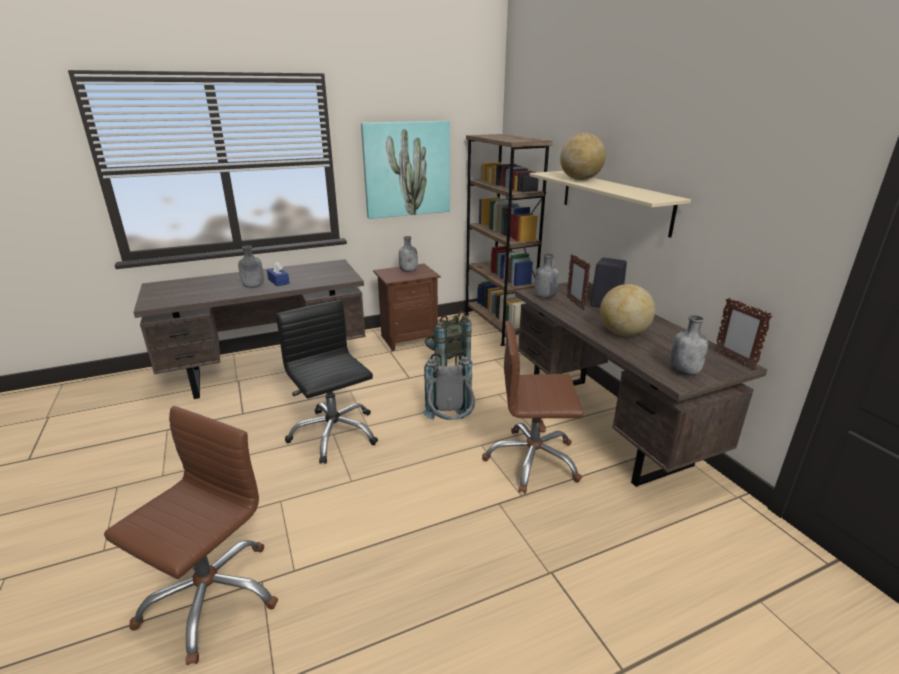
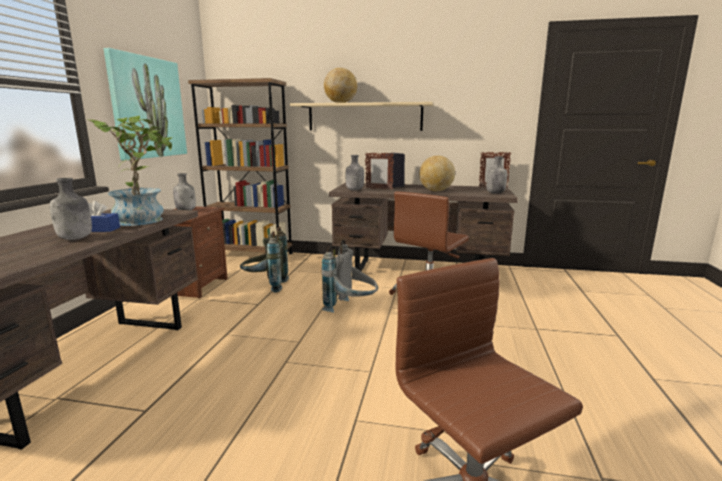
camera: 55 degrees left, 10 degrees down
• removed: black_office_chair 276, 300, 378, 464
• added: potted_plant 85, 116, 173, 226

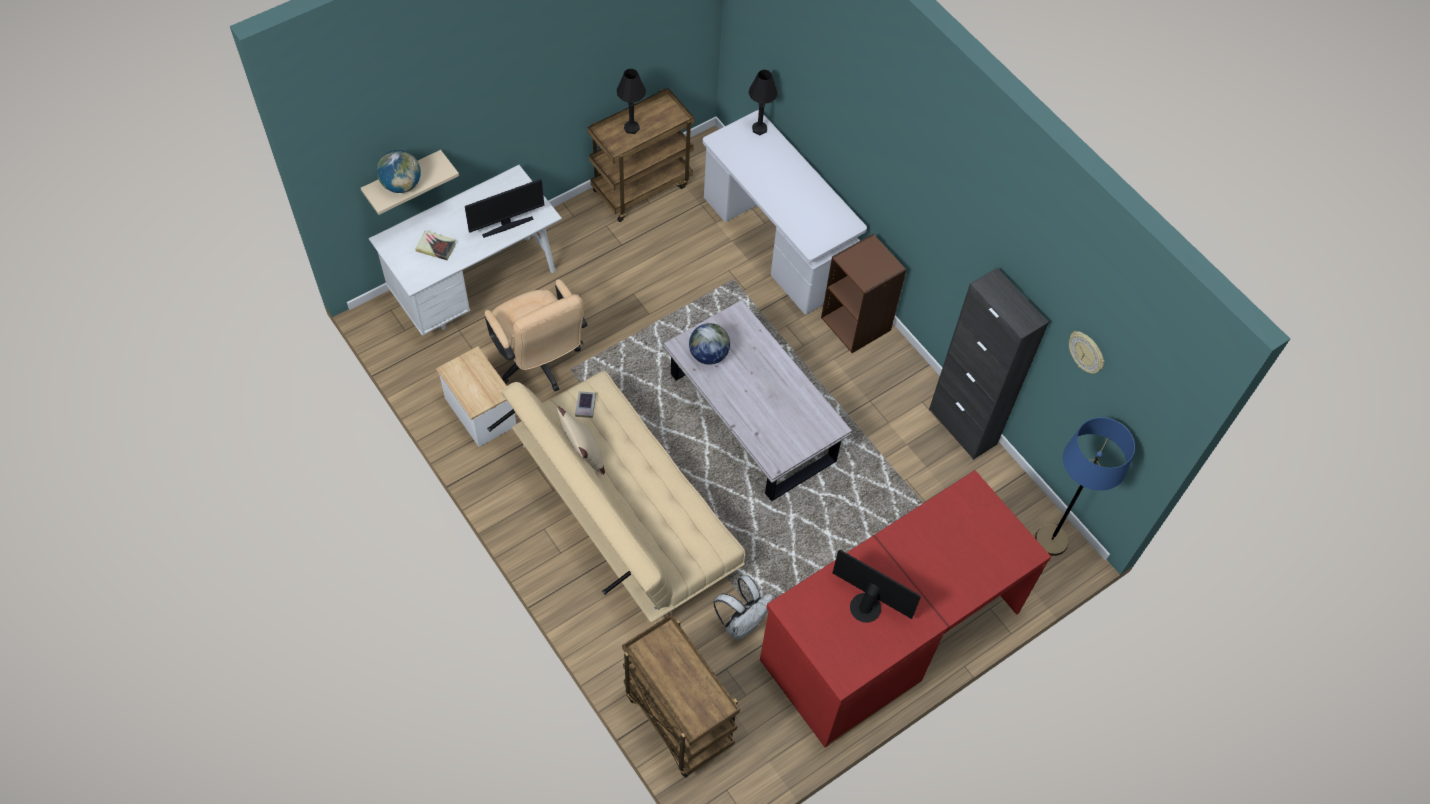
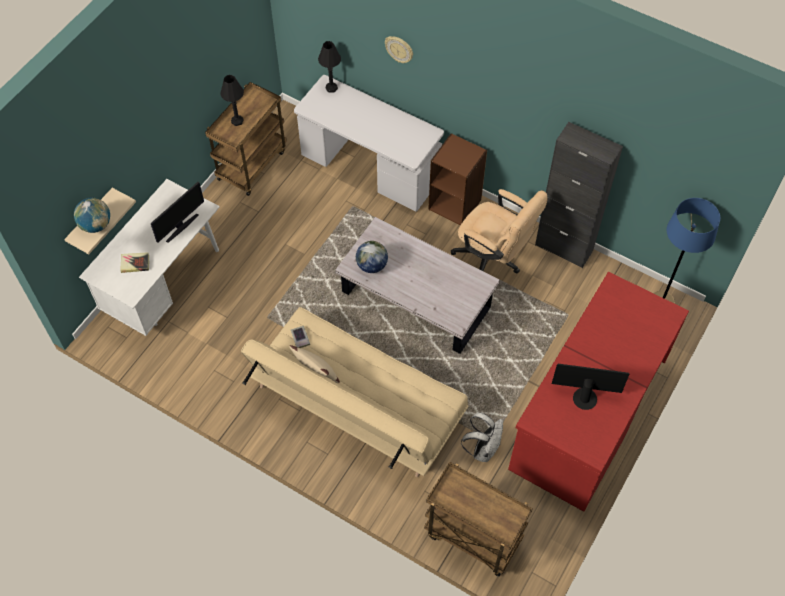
camera: 20 degrees left, 0 degrees up
• moved: beige_office_chair 484, 279, 587, 391 to 451, 189, 548, 274
• moved: wall_clock 1069, 331, 1105, 374 to 385, 36, 413, 63
• removed: side_table 436, 346, 516, 447

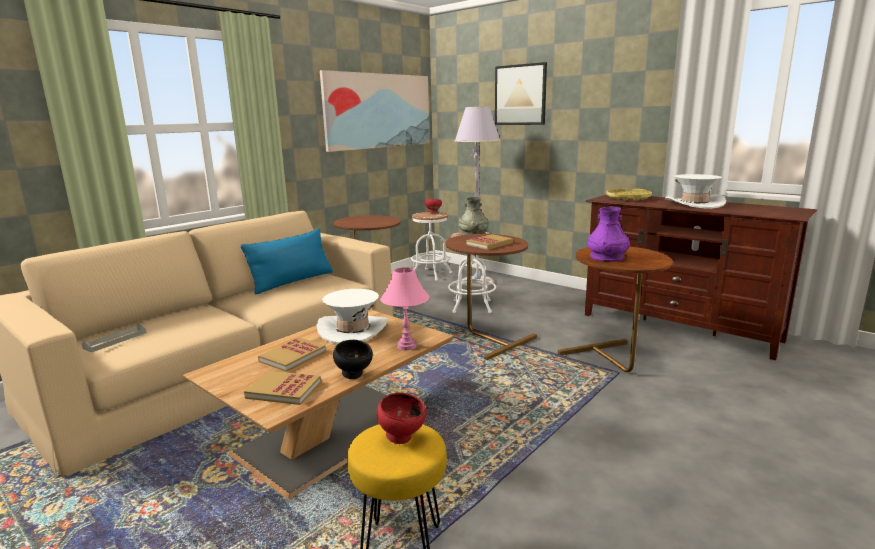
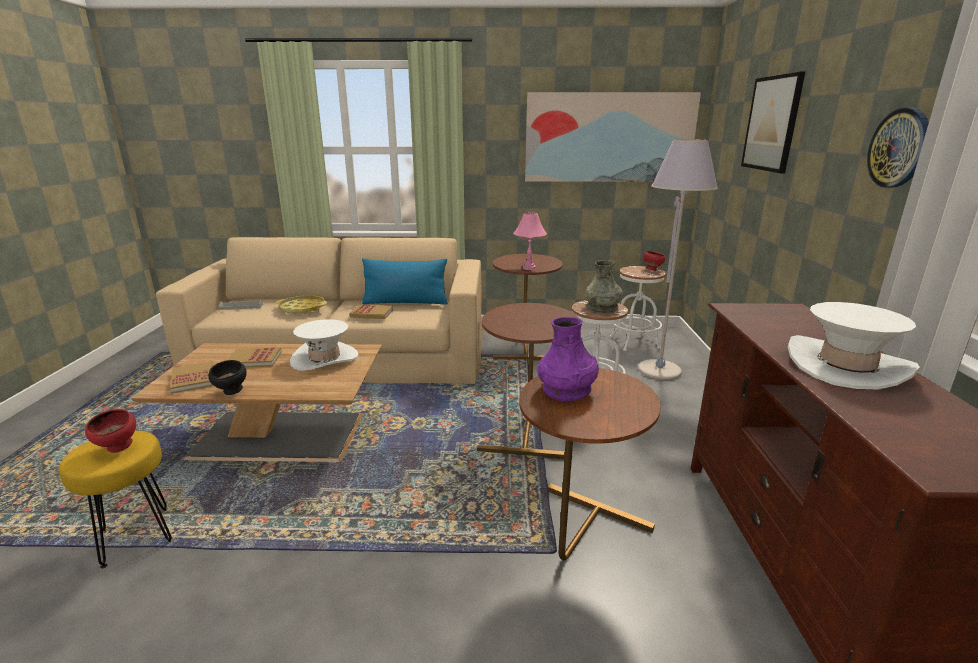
camera: 50 degrees right, 5 degrees up
• moved: yellow_tray 606, 189, 652, 201 to 276, 295, 327, 314
• moved: book 466, 234, 513, 250 to 349, 304, 393, 319
• moved: pink_table_lamp 380, 267, 430, 350 to 513, 213, 547, 270
• added: wall_clock 867, 108, 929, 188

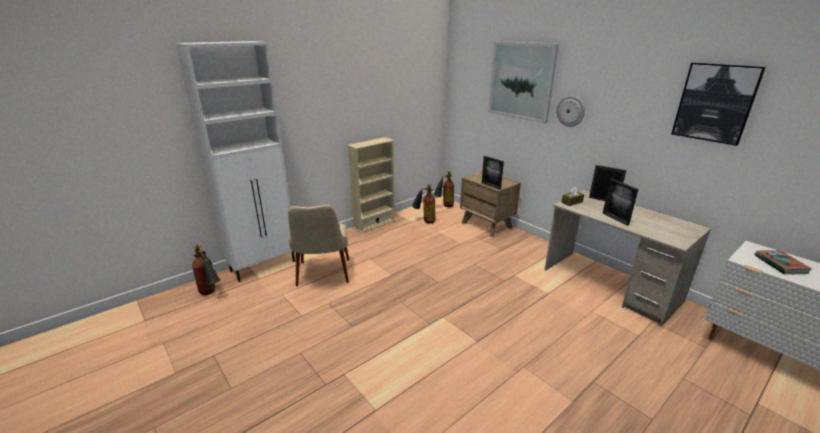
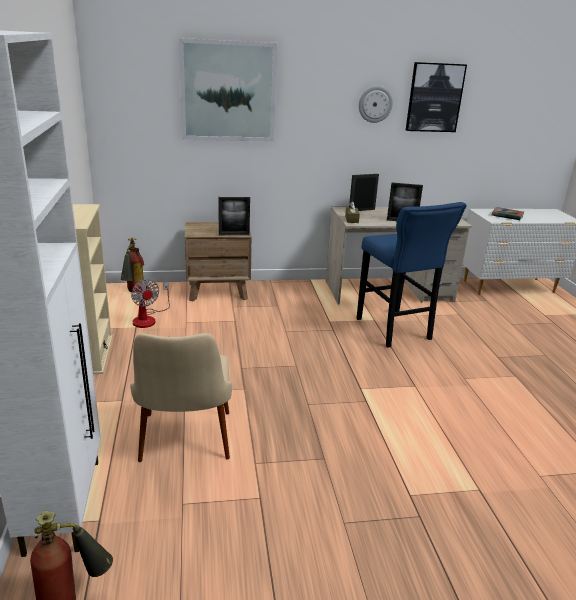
camera: 60 degrees left, 0 degrees up
• moved: wall_clock 557, 95, 585, 127 to 359, 86, 393, 123
• replaced: fire_extinguisher 412, 184, 435, 224 to fan 131, 279, 170, 328
• turned: beige_chair 288, 205, 349, 286 = 130, 333, 232, 462 60 degrees clockwise
• added: blue_stool 357, 202, 467, 347

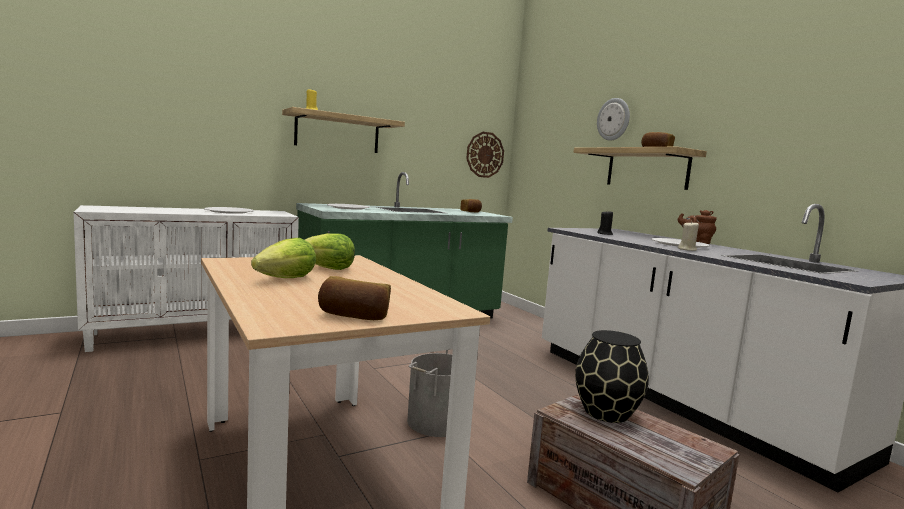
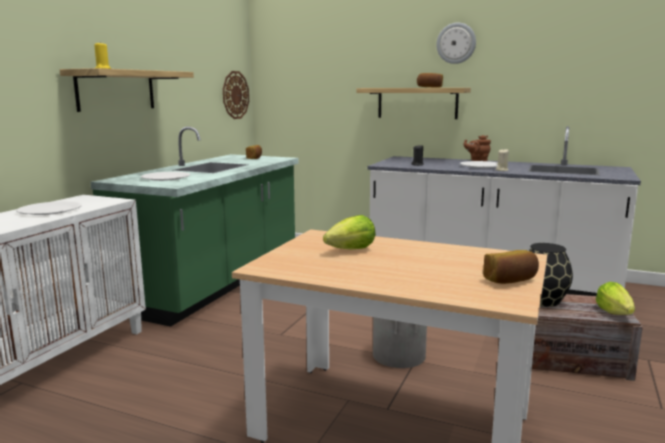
camera: 35 degrees left, 5 degrees up
• moved: wall_clock 597, 98, 630, 141 to 436, 22, 476, 64
• moved: lettuce 251, 238, 316, 278 to 596, 282, 635, 315

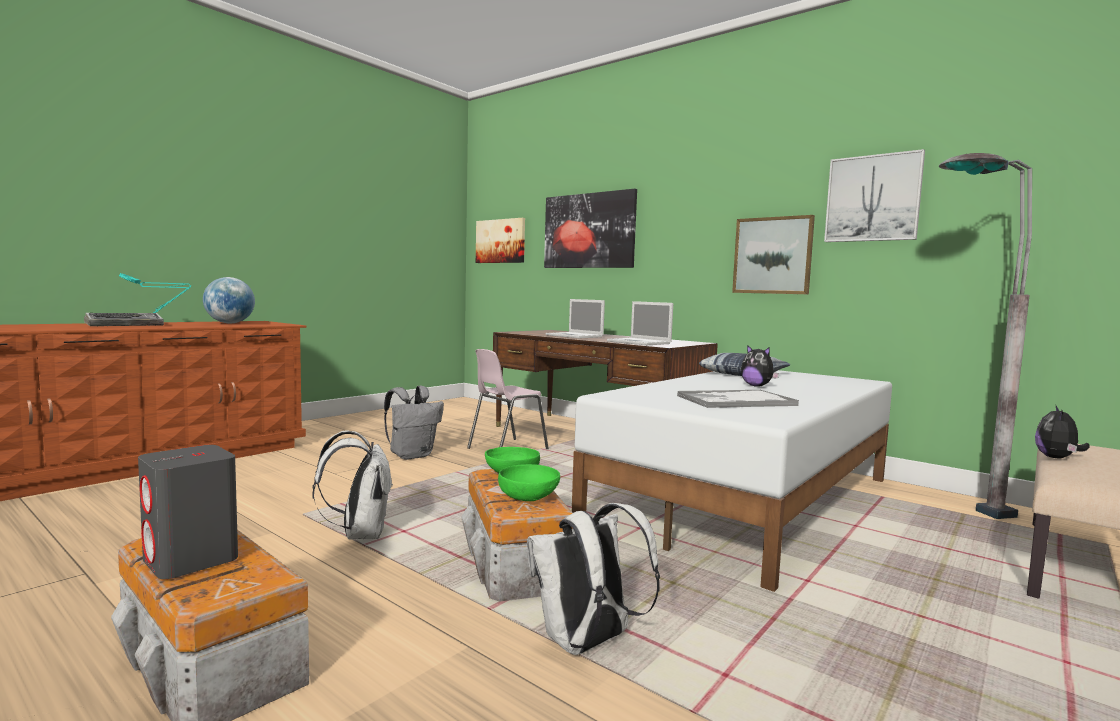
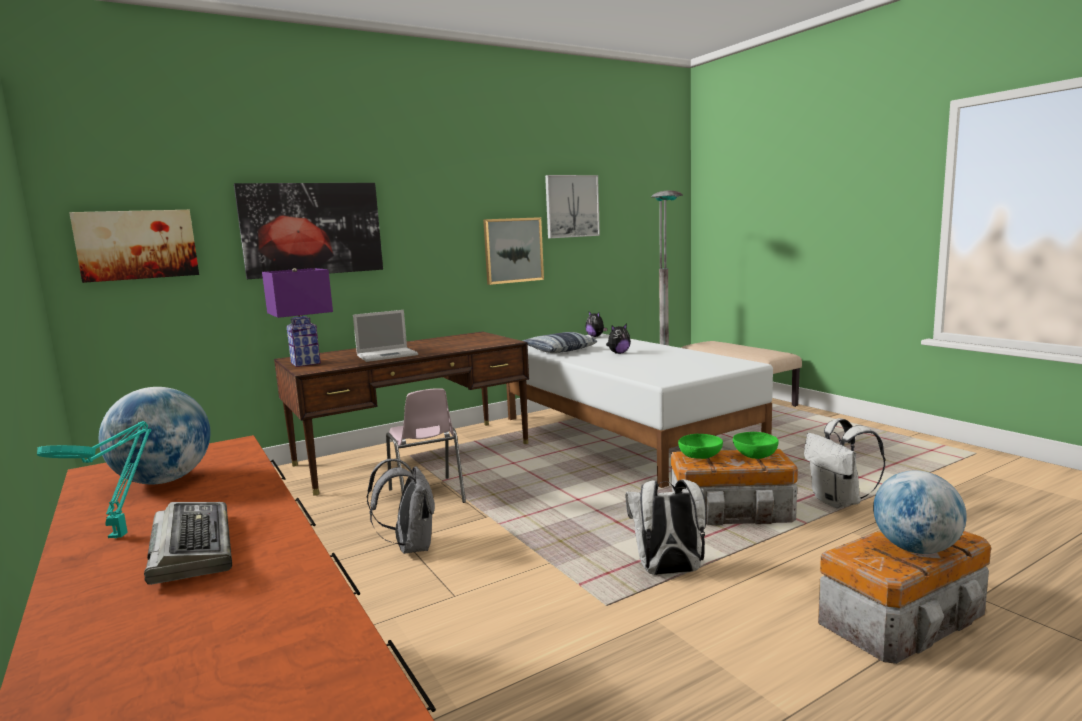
camera: 70 degrees left, 5 degrees up
• removed: laptop 607, 301, 673, 345
• removed: tray 677, 390, 799, 408
• moved: plush_toy 1035, 406, 1090, 458 to 585, 312, 607, 337
• replaced: grey_speaker 138, 445, 238, 579 to globe 873, 471, 967, 554
• added: purple_table_lamp 262, 268, 333, 367

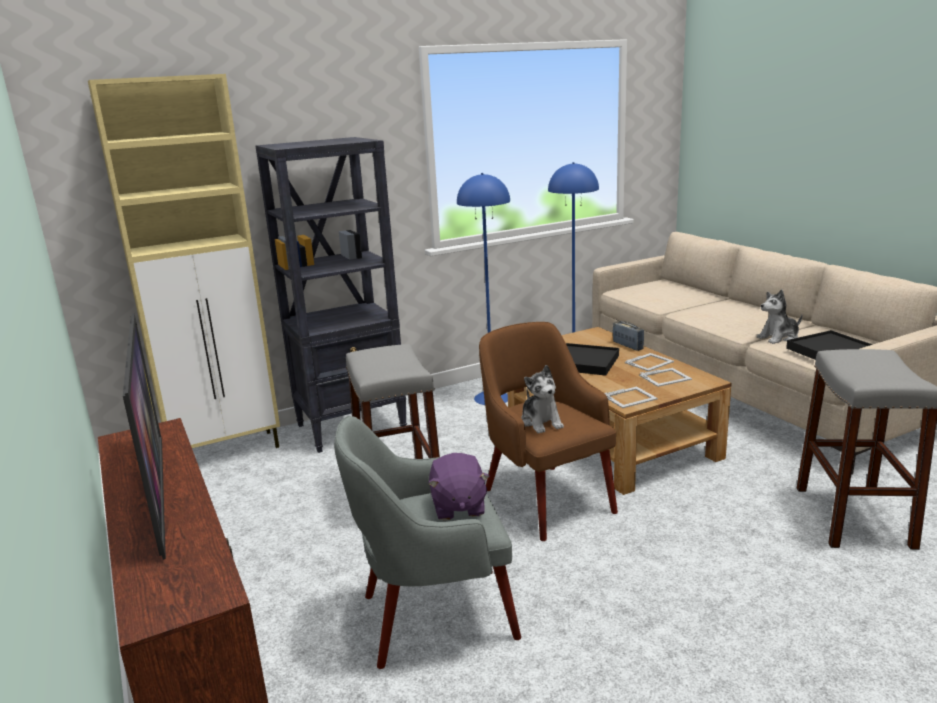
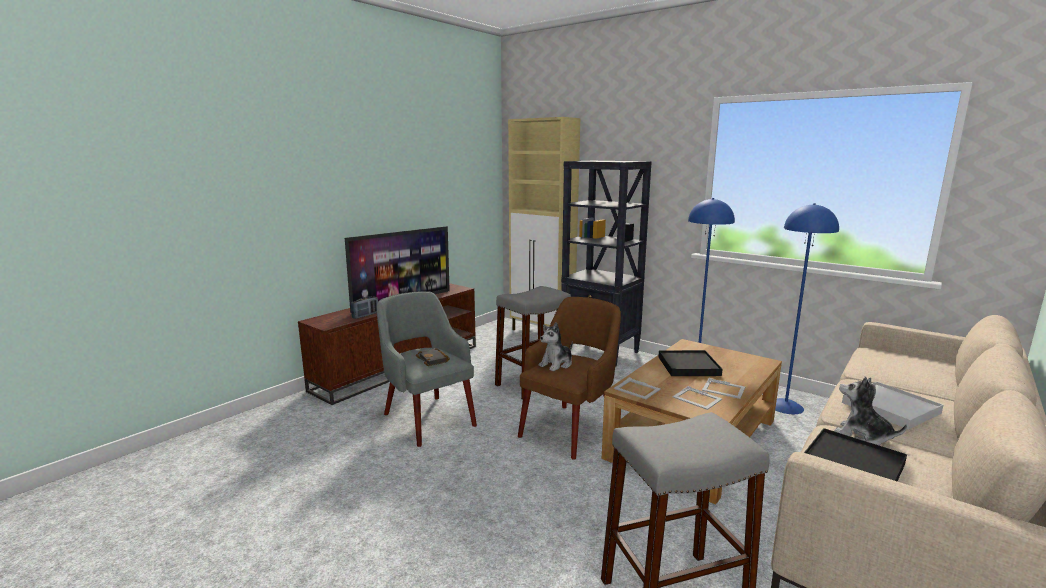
camera: 65 degrees right, 5 degrees down
• moved: radio 613, 321, 644, 351 to 351, 296, 378, 319
• replaced: purple_plush_toy 428, 453, 490, 520 to black_book 416, 348, 450, 366
• added: white_tray 842, 382, 943, 429

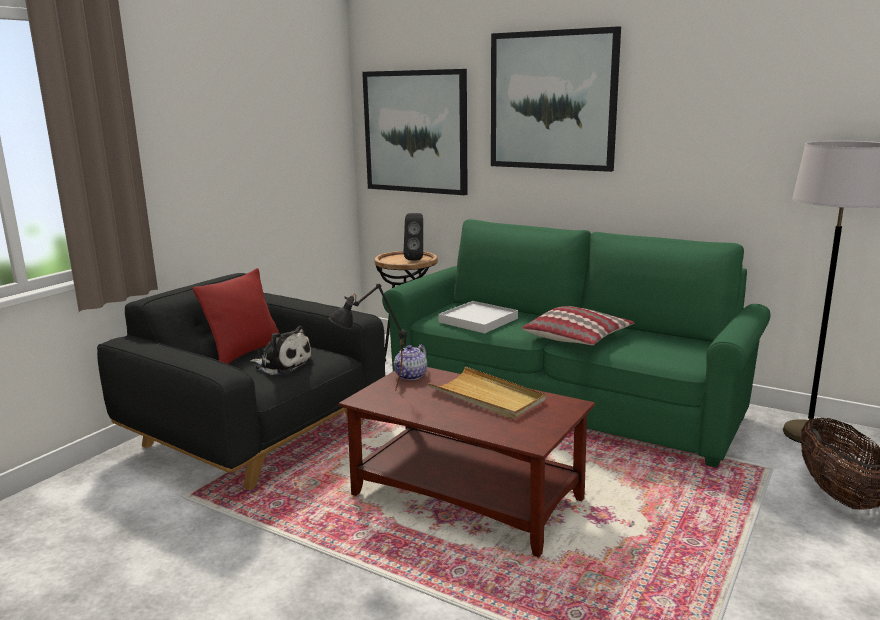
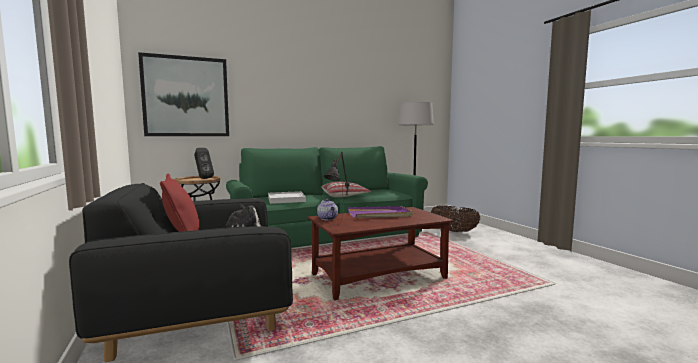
camera: 55 degrees left, 10 degrees down
• removed: picture 491, 26, 621, 172
• recoloured: beige_tray 428, 366, 546, 419 to purple_tray 348, 206, 413, 218

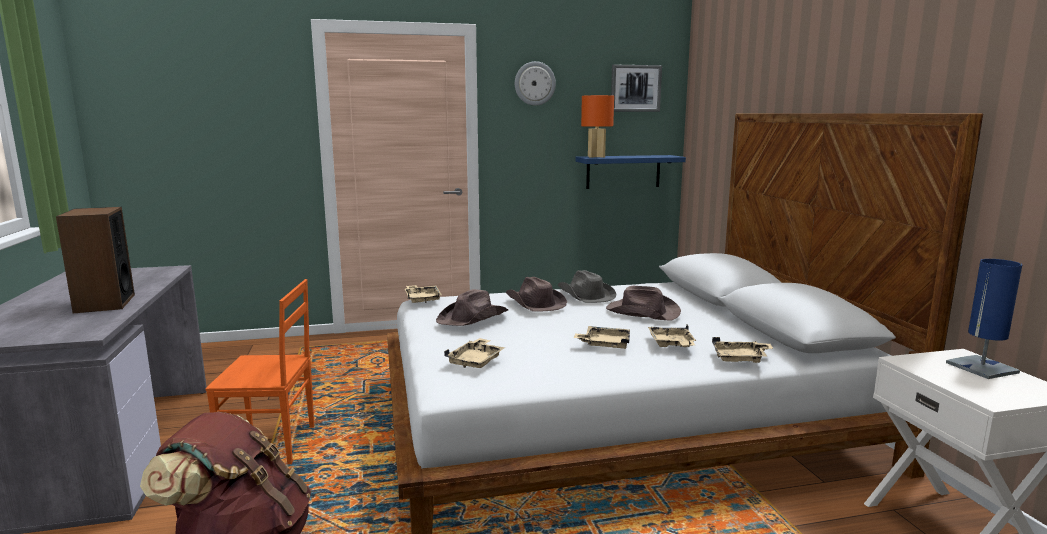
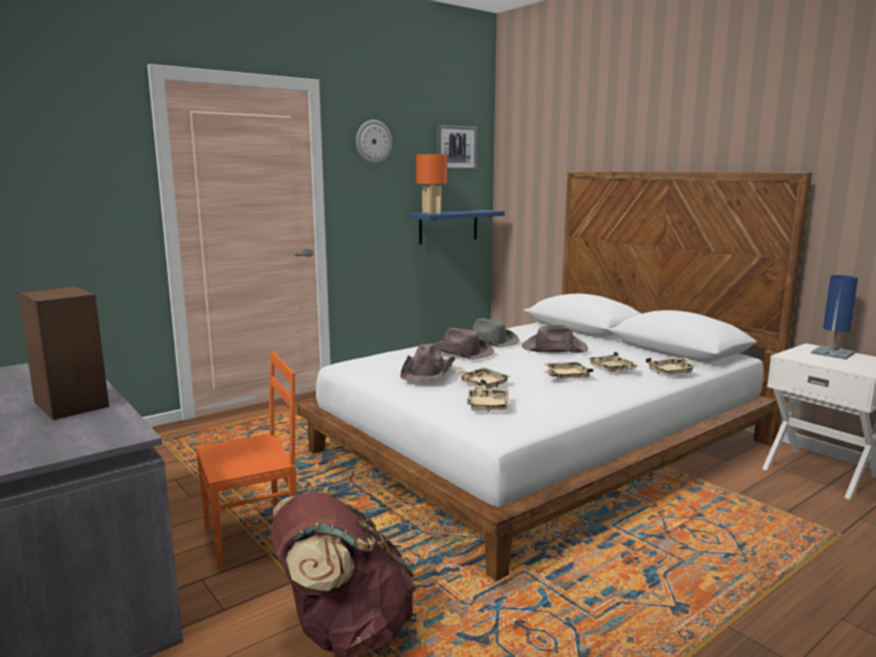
camera: 25 degrees left, 0 degrees up
• moved: beige_tray 405, 285, 442, 303 to 455, 367, 511, 390

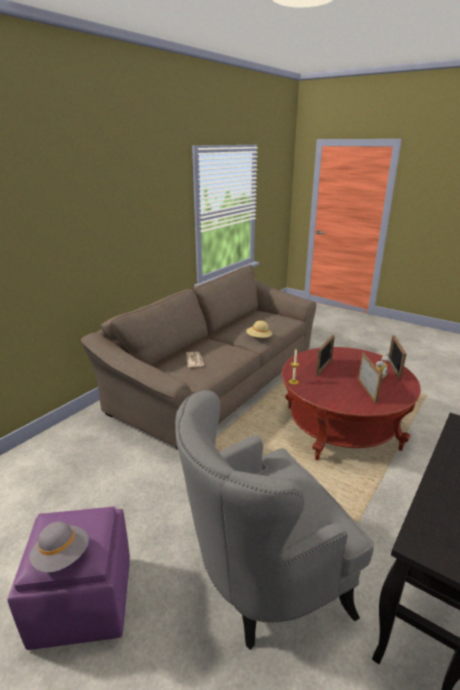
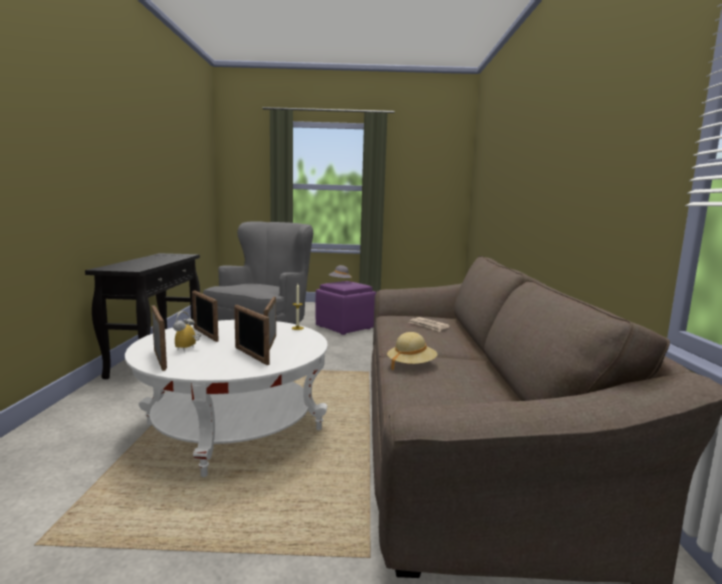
camera: 145 degrees right, 15 degrees down
• recoloured: red_coffee_table 282, 347, 421, 460 to white_coffee_table 125, 320, 328, 477
• added: picture_frame 234, 305, 270, 365

